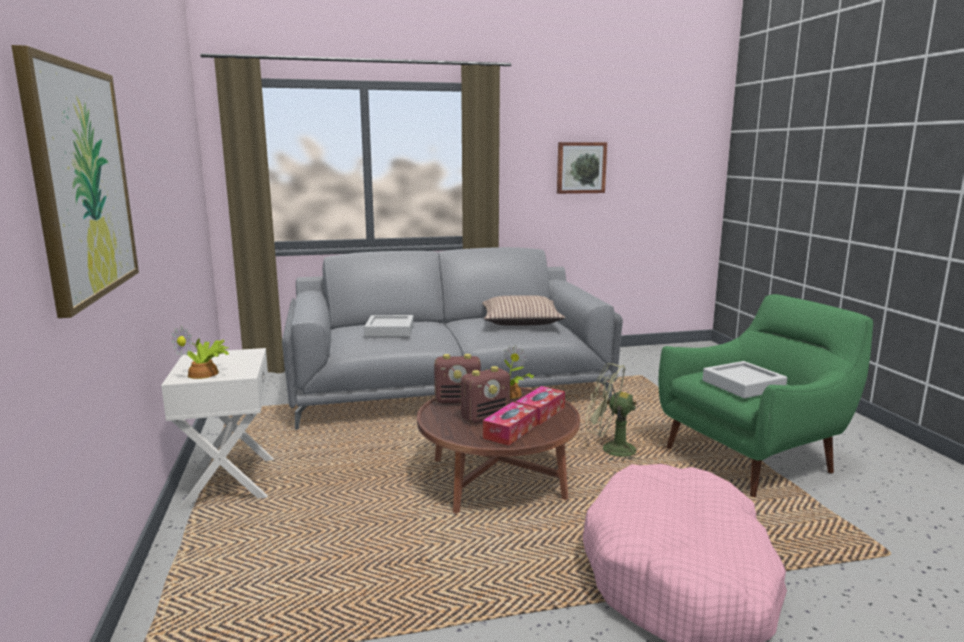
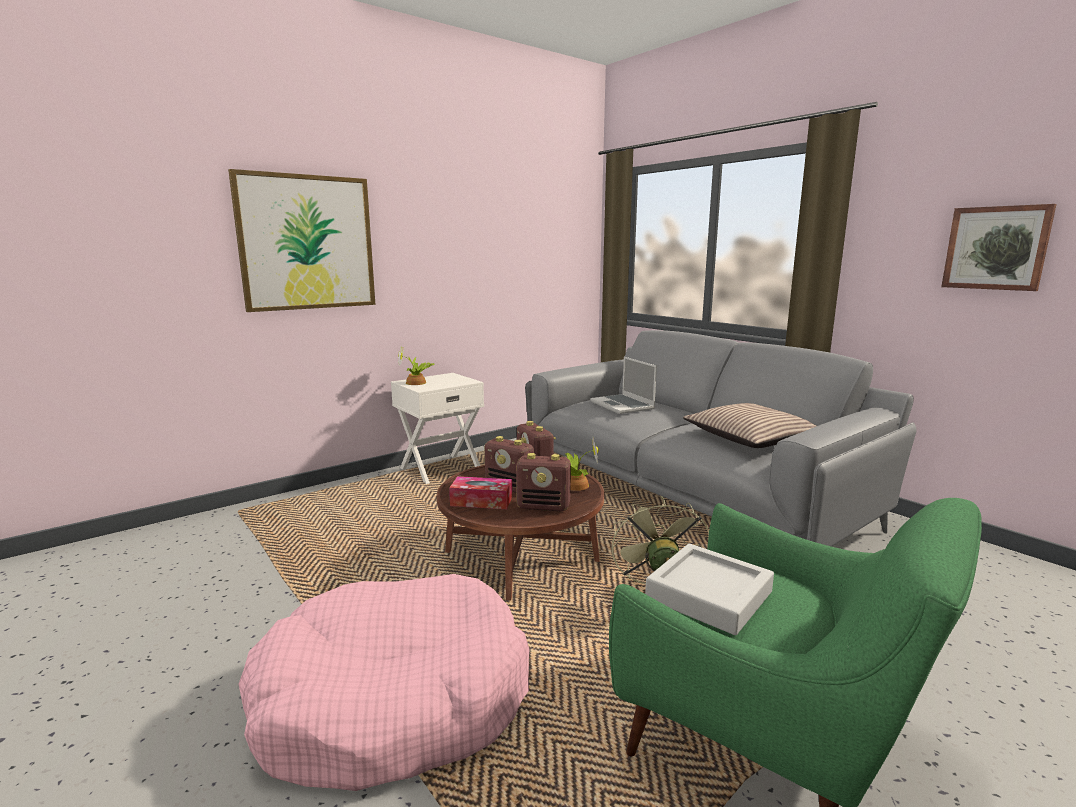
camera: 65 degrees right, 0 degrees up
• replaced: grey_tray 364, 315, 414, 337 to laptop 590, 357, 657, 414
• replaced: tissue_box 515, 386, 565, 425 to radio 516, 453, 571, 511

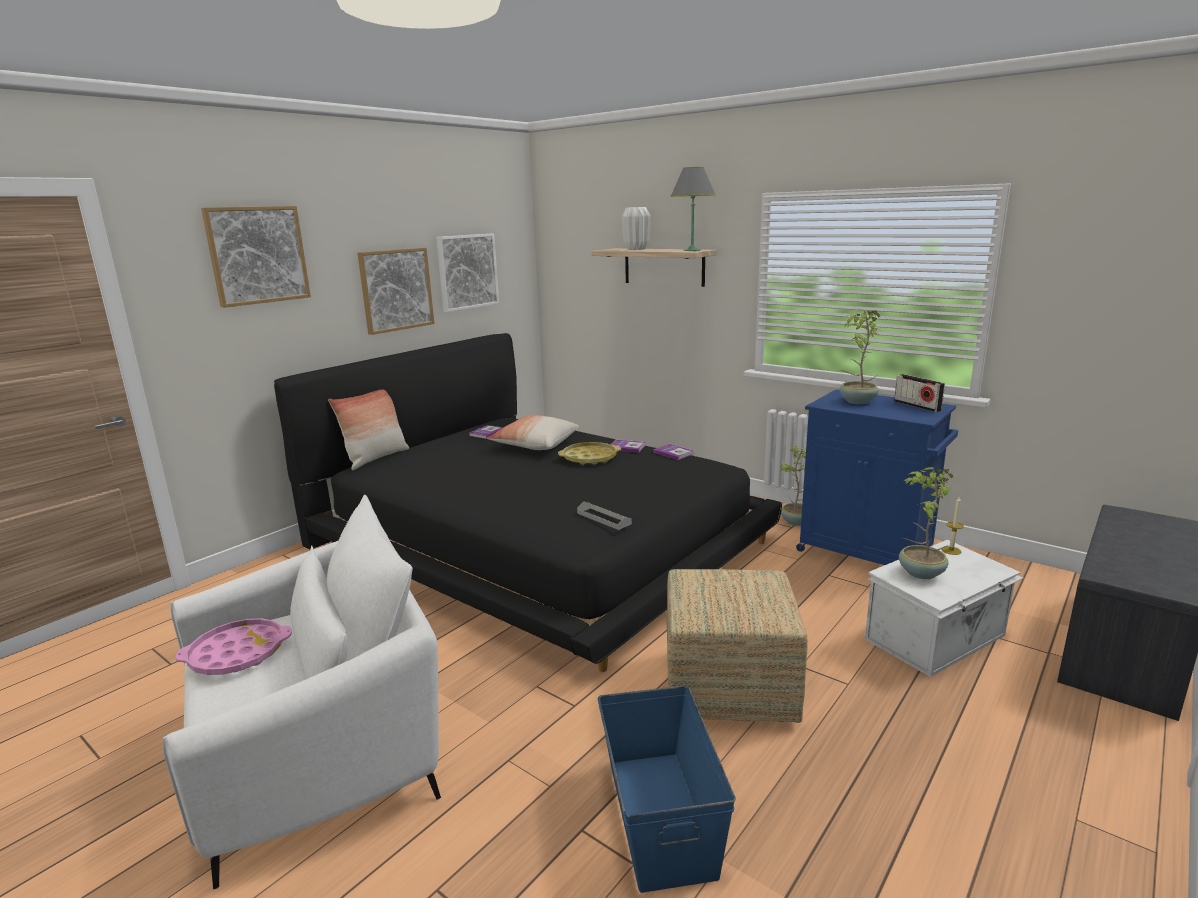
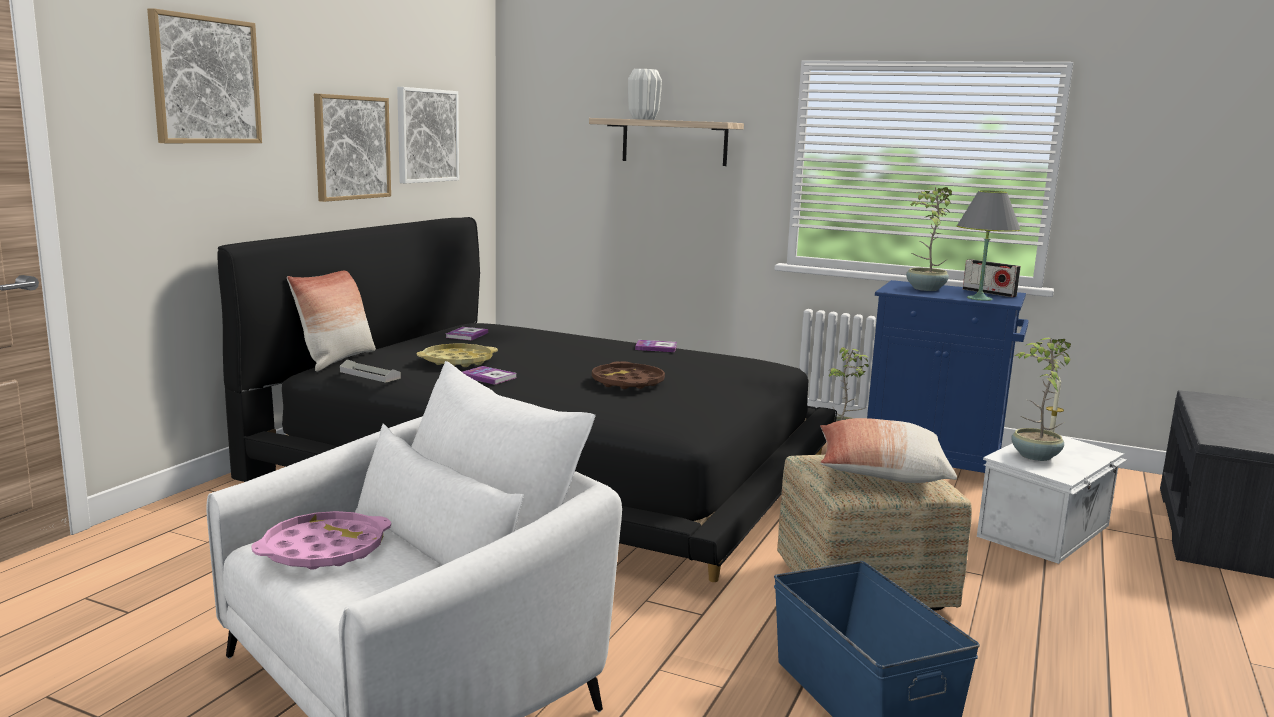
camera: 15 degrees left, 5 degrees down
• moved: grey_table_lamp 671, 167, 716, 251 to 956, 190, 1021, 301
• moved: pillow 487, 415, 579, 450 to 820, 418, 957, 483
• moved: yellow_tray 558, 442, 621, 465 to 417, 344, 498, 367
• moved: book 653, 444, 694, 460 to 462, 366, 517, 385
• moved: grey_tray 577, 502, 632, 530 to 340, 359, 401, 383
• added: brown_tray 592, 361, 665, 389

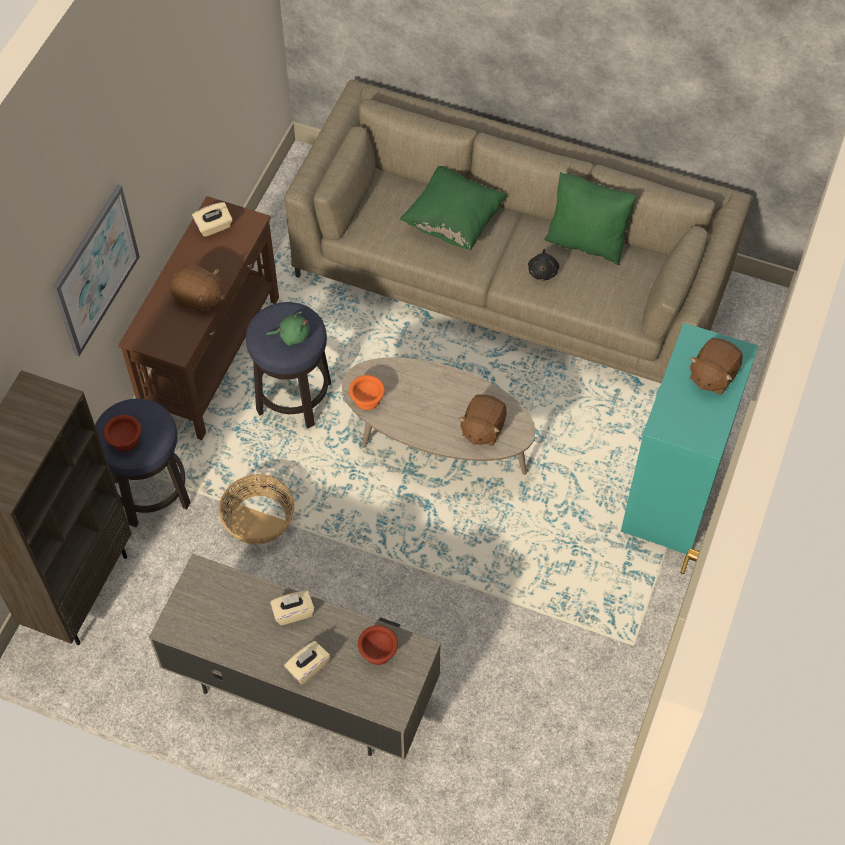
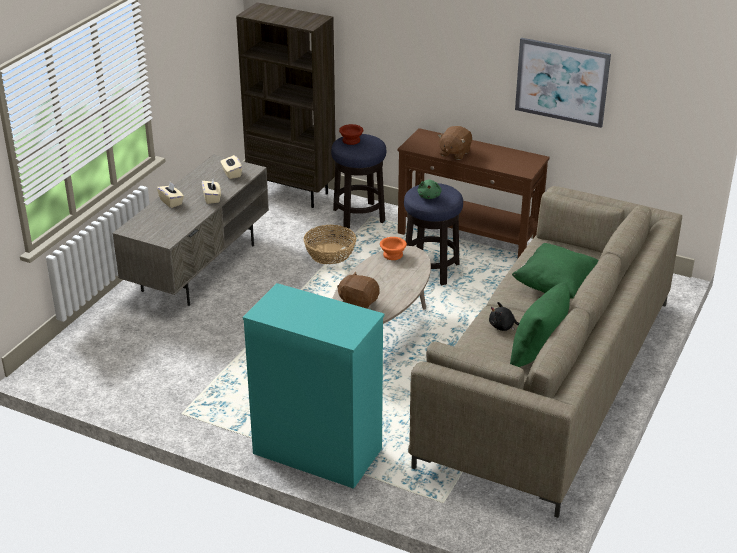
camera: 95 degrees right, 25 degrees down
• moved: picture 52, 185, 140, 357 to 515, 38, 611, 128
• moved: beige_tissue_box 192, 202, 233, 237 to 220, 155, 242, 179
• removed: brown_plush_toy 690, 338, 743, 395
• removed: brown_bowl 358, 625, 398, 665

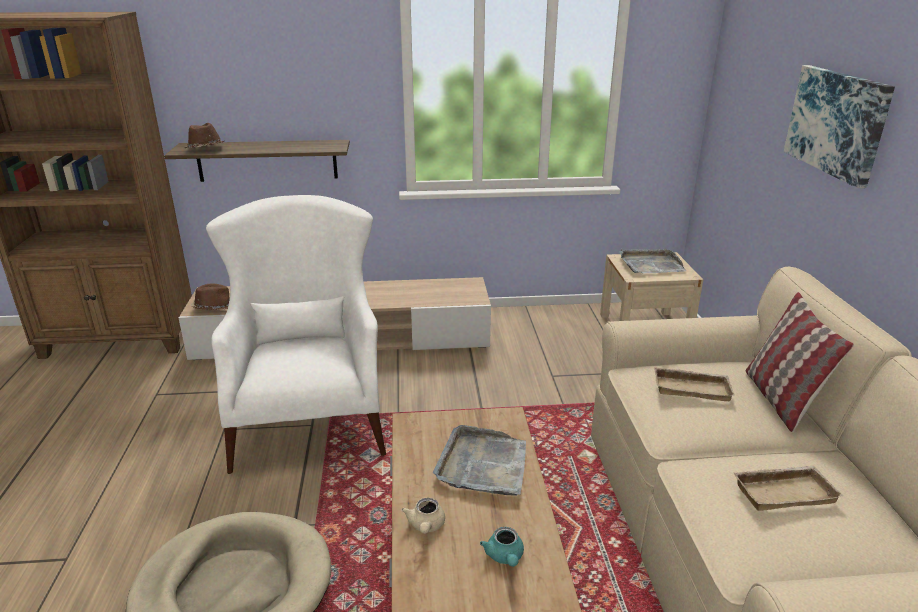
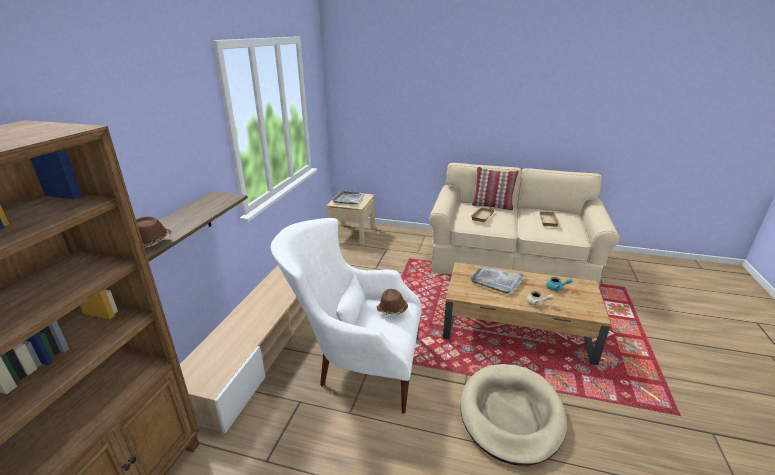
camera: 70 degrees left, 0 degrees up
• removed: picture 784, 65, 895, 188
• moved: brown_hat 191, 283, 229, 310 to 377, 289, 408, 315

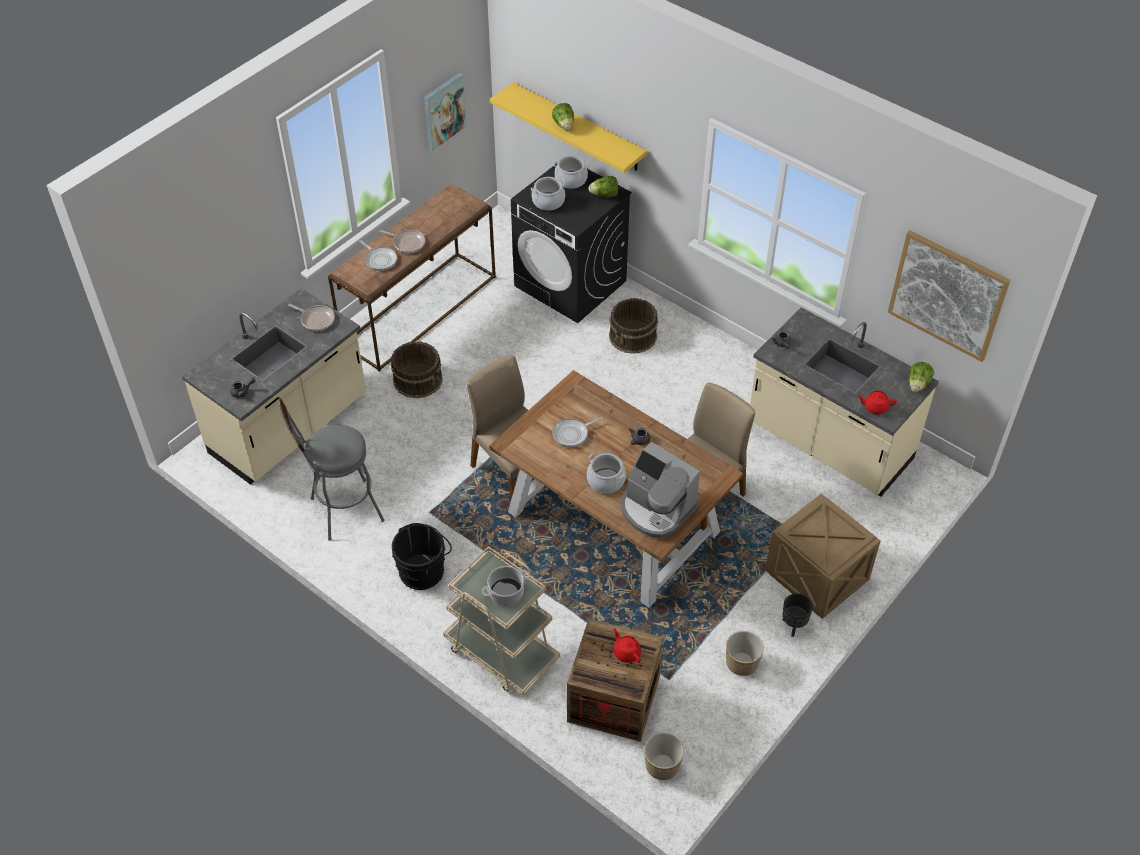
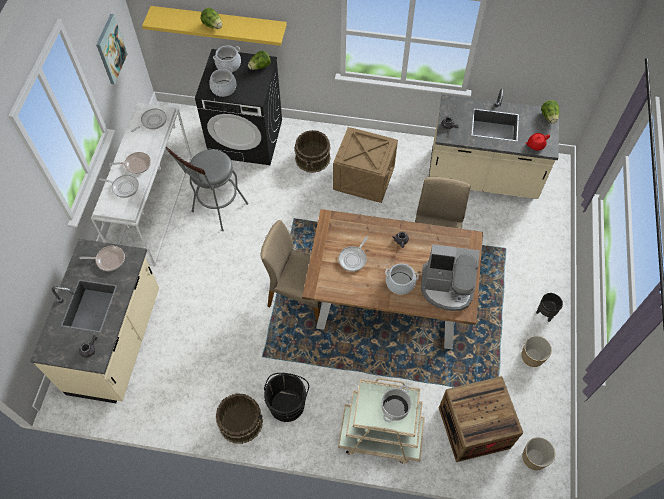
camera: 30 degrees left, 10 degrees up
• recoloured: brown_console_table 328, 183, 496, 372 to white_console_table 91, 103, 192, 266
• removed: picture 888, 230, 1010, 362
• moved: brown_bucket 391, 341, 443, 399 to 216, 393, 263, 444
• moved: grey_stool 278, 398, 385, 541 to 165, 147, 248, 231
• moved: crate 765, 494, 881, 619 to 333, 127, 398, 203
• removed: red_teapot 613, 628, 641, 663
• added: frying_pan 131, 109, 167, 132

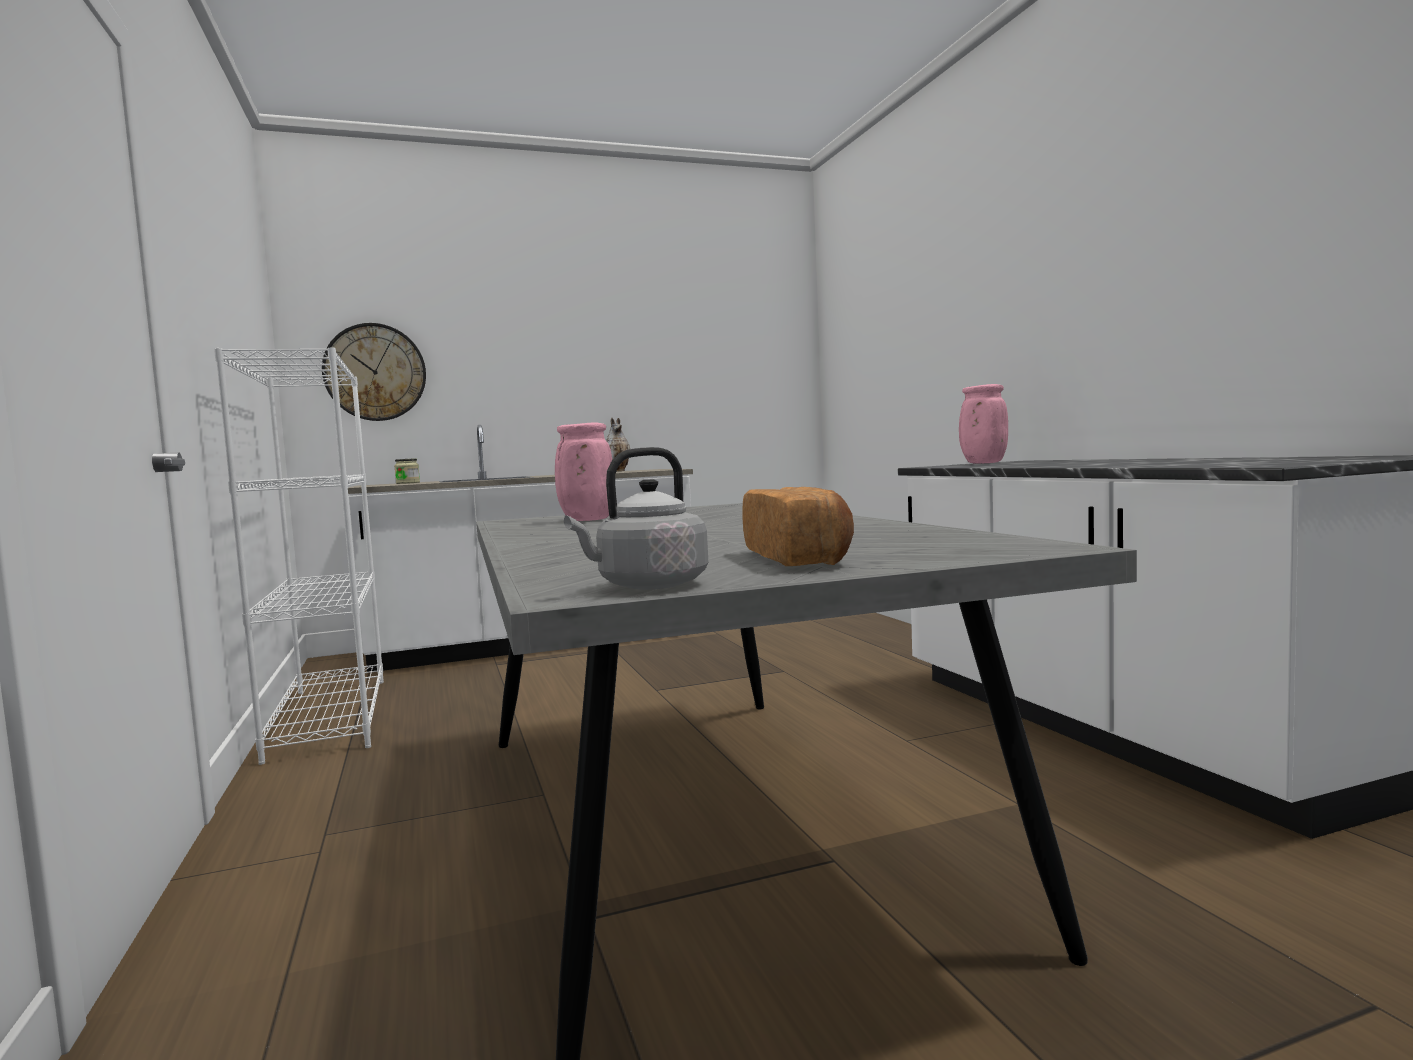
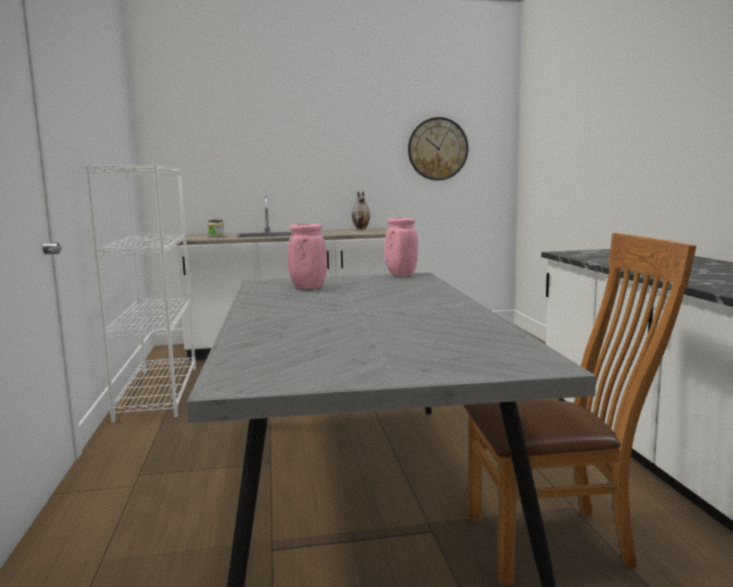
camera: 10 degrees right, 5 degrees up
• moved: wall_clock 322, 323, 426, 421 to 408, 117, 468, 180
• moved: pink_vase 959, 384, 1008, 464 to 384, 218, 418, 276
• removed: grey_kettle 564, 447, 708, 590
• removed: bread 742, 487, 854, 566
• added: brown_chair 464, 233, 696, 585

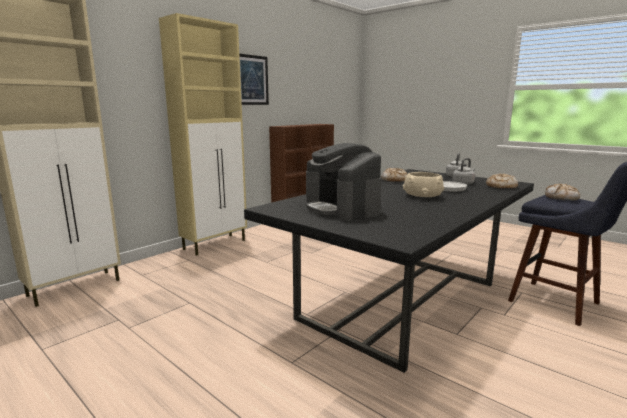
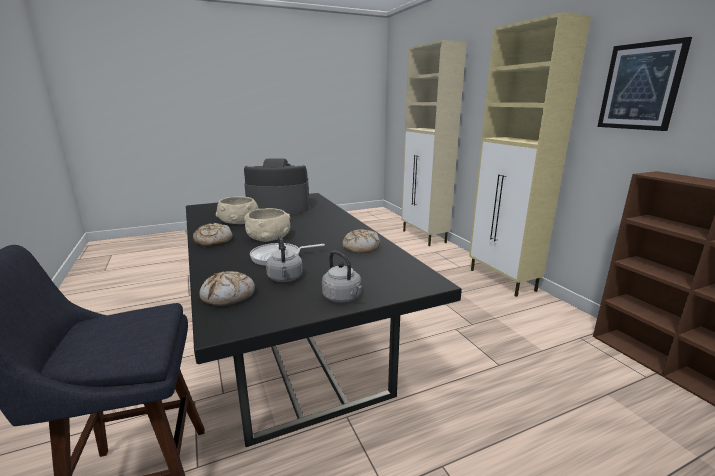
camera: 115 degrees right, 5 degrees up
• moved: bread 545, 184, 580, 201 to 193, 223, 232, 246
• added: beige_bowl 216, 196, 259, 224

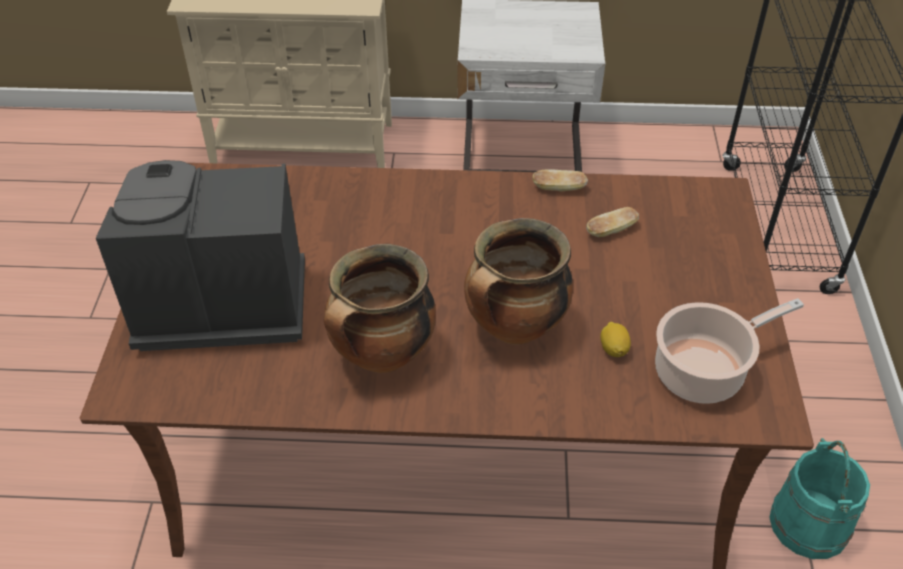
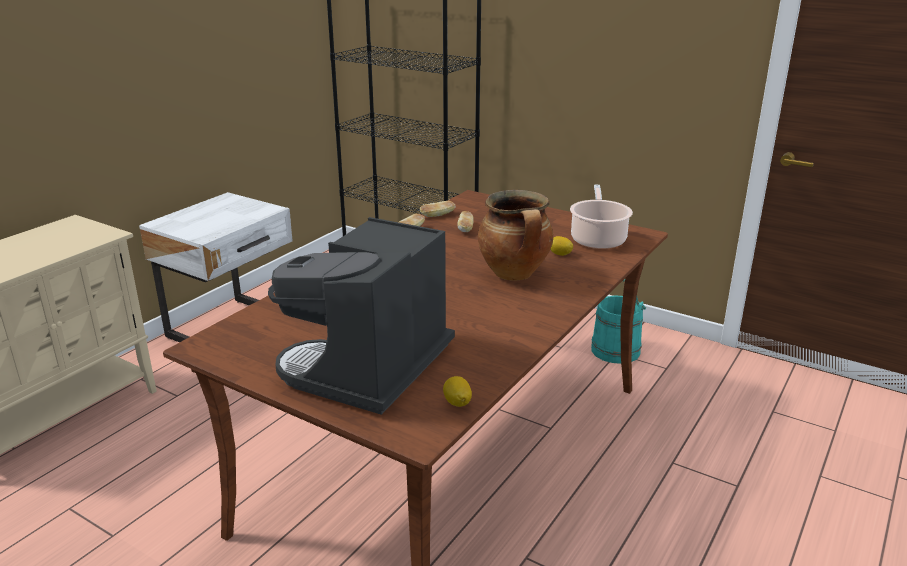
camera: 60 degrees left, 20 degrees down
• removed: cooking_pot 324, 244, 436, 373
• added: bread 420, 201, 455, 217
• added: lemon 443, 376, 472, 407

